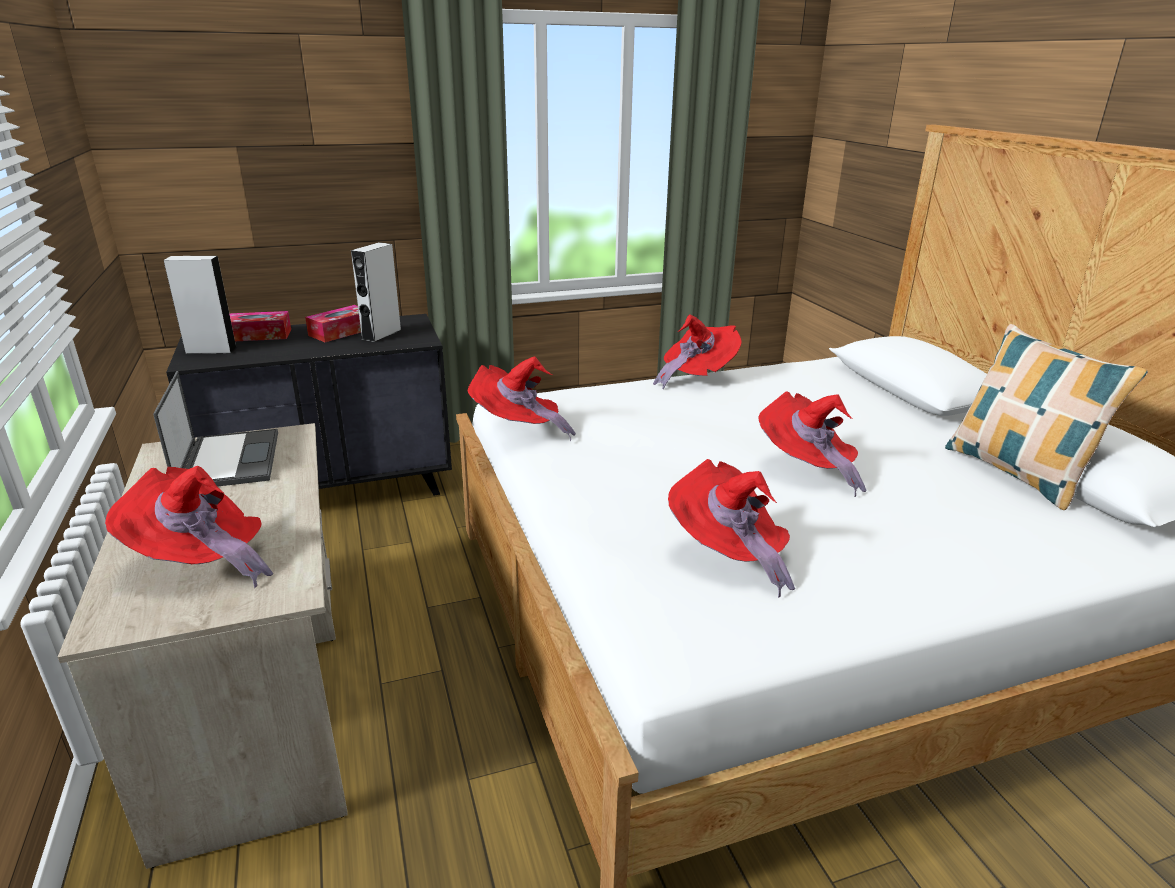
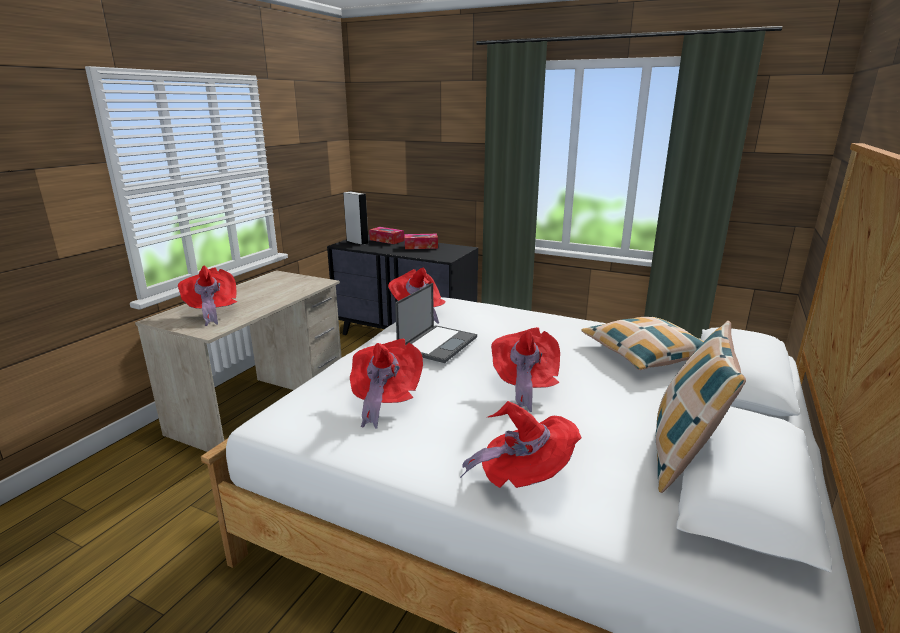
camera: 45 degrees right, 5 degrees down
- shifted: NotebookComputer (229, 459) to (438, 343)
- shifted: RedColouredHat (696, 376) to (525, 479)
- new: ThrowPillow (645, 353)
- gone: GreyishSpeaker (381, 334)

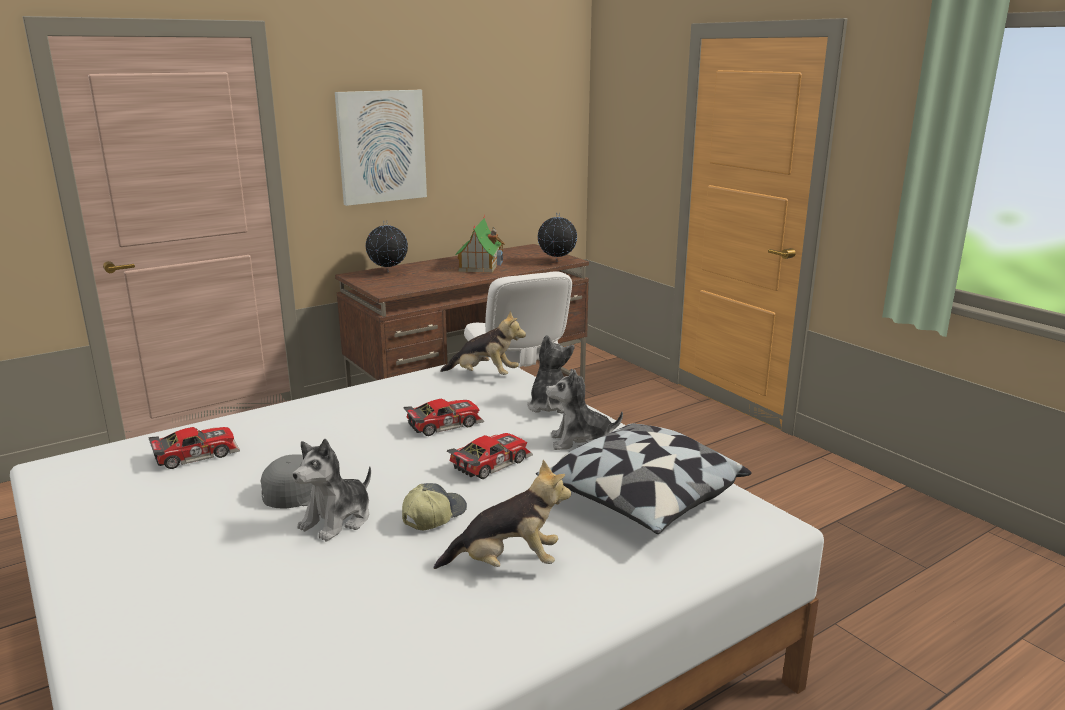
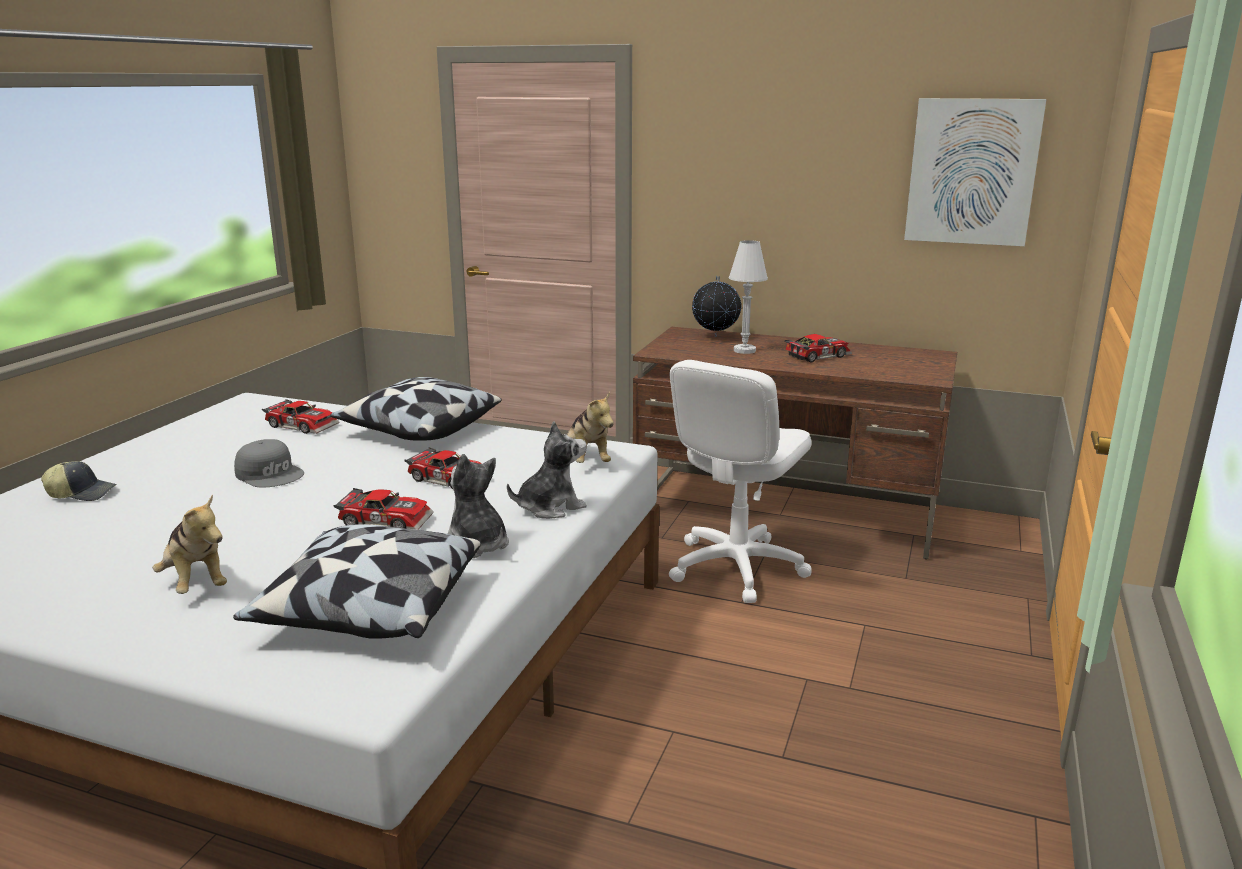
camera: 55 degrees right, 0 degrees up
- shifted: Cap (433, 516) to (82, 493)
- new: ThrowPillow (418, 430)
- new: WhitishLampForATable (744, 350)
- swapped: ModelHouse (480, 265) to MiniatureCar (816, 355)
- shifted: WallArt (381, 146) to (972, 172)
- gone: PlushToy (337, 520)
- gone: DeskGlobe (557, 262)

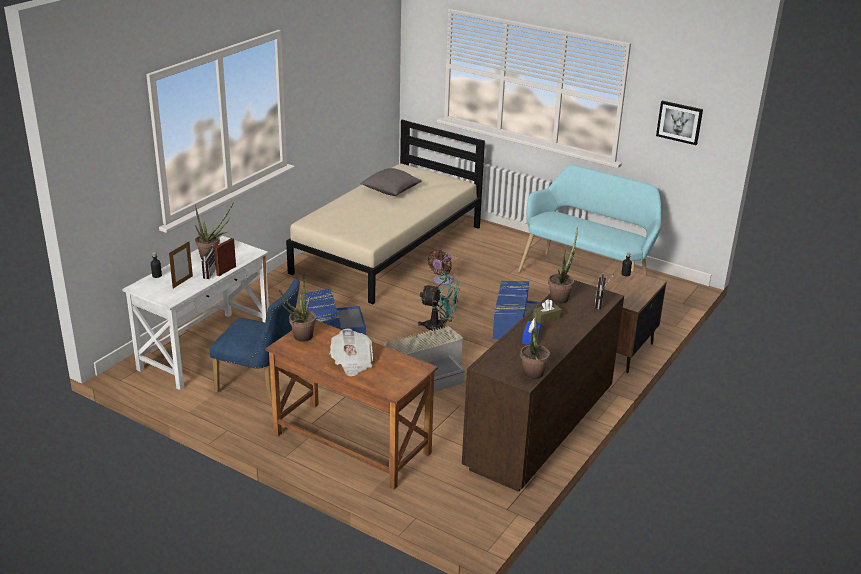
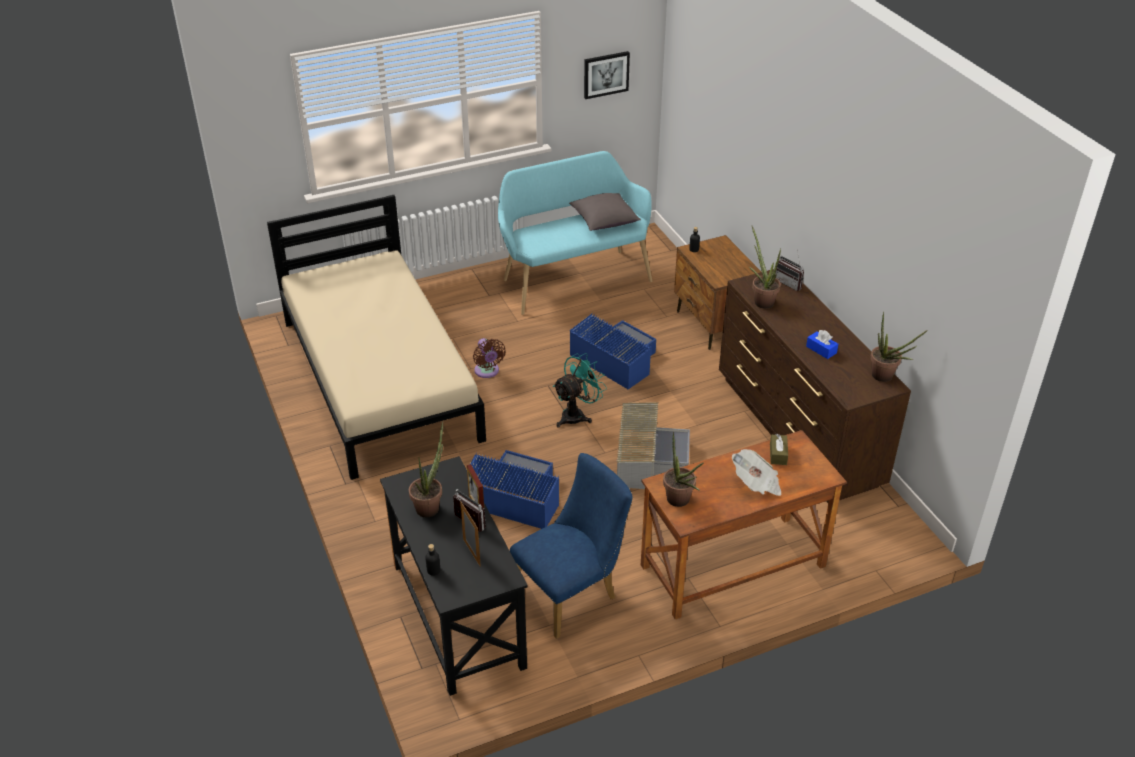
camera: 55 degrees left, 10 degrees up
- repainted: WhitishDesk (205, 349) to BlackDesk (457, 615)
- shifted: GreyishThrowPillow (390, 191) to (604, 221)
- shifted: BrownTissueHolder (546, 318) to (778, 454)

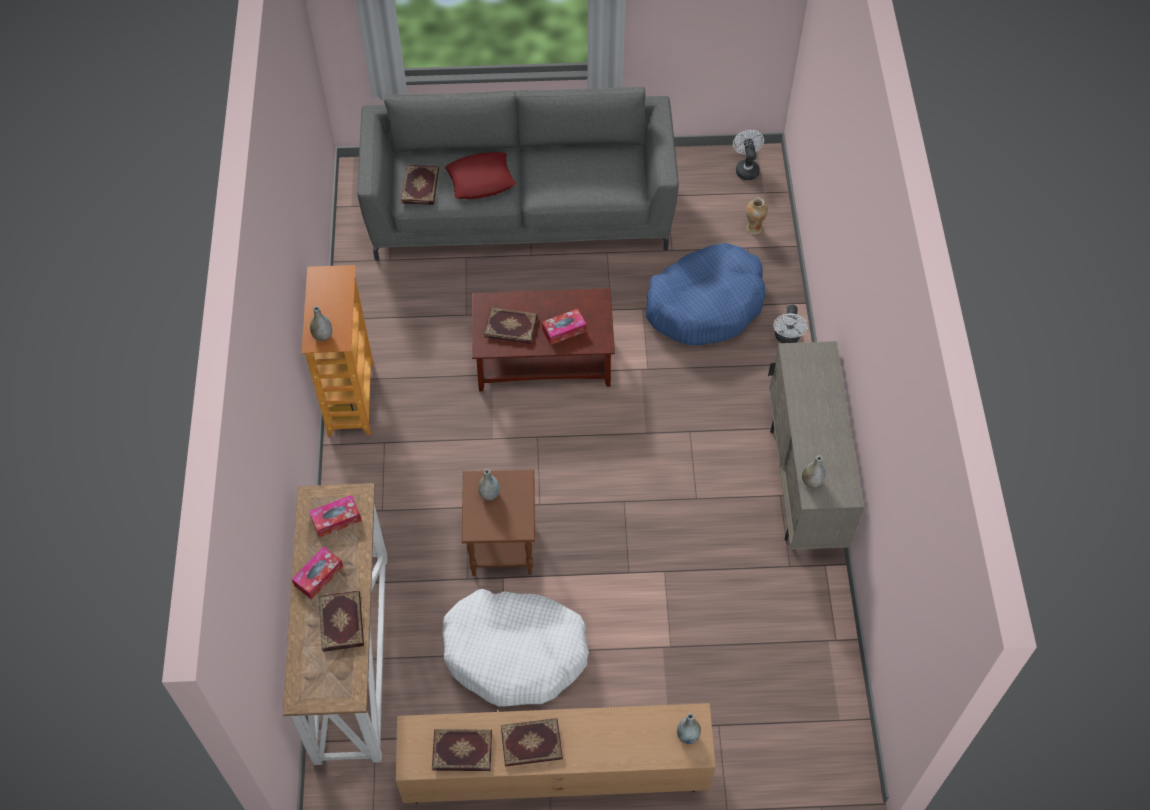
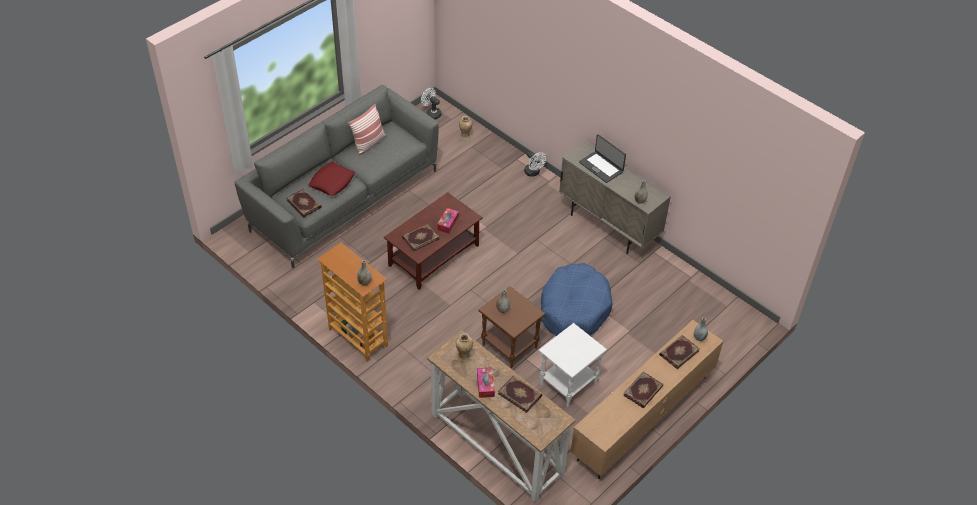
camera: 45 degrees left, 10 degrees down
- new: ThrowPillow (369, 143)
- swapped: TissueHolder (336, 519) to Vase (464, 357)
- swapped: WhitishDogBed (515, 653) to WhitishAccentTable (568, 384)
- shifted: BlueColouredDogBed (705, 304) to (574, 308)
- new: NotebookComputer (601, 167)
- shifted: Book (462, 749) to (678, 352)

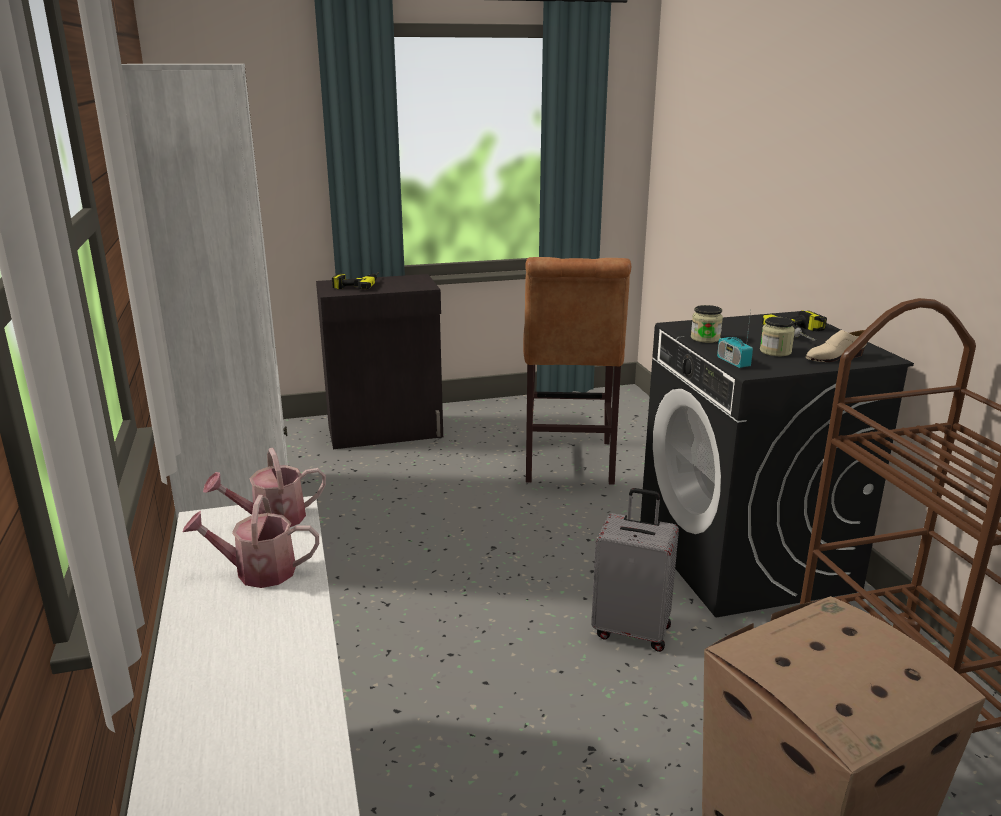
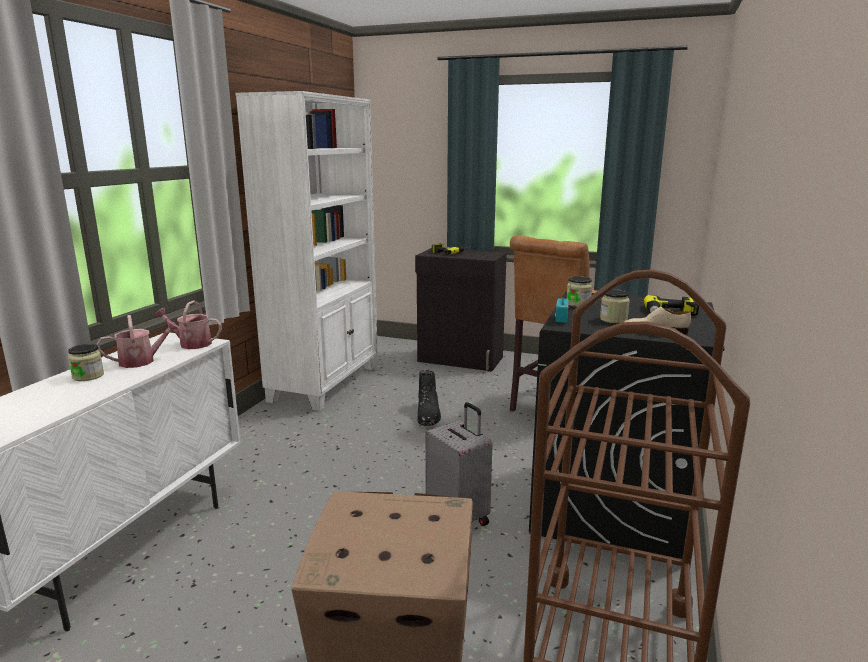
camera: 35 degrees right, 5 degrees down
- new: PreserveJar (88, 376)
- rotated: SprinklingCan (257, 571) = (142, 361) 120 degrees clockwise
- new: BlackTallBoot (429, 414)

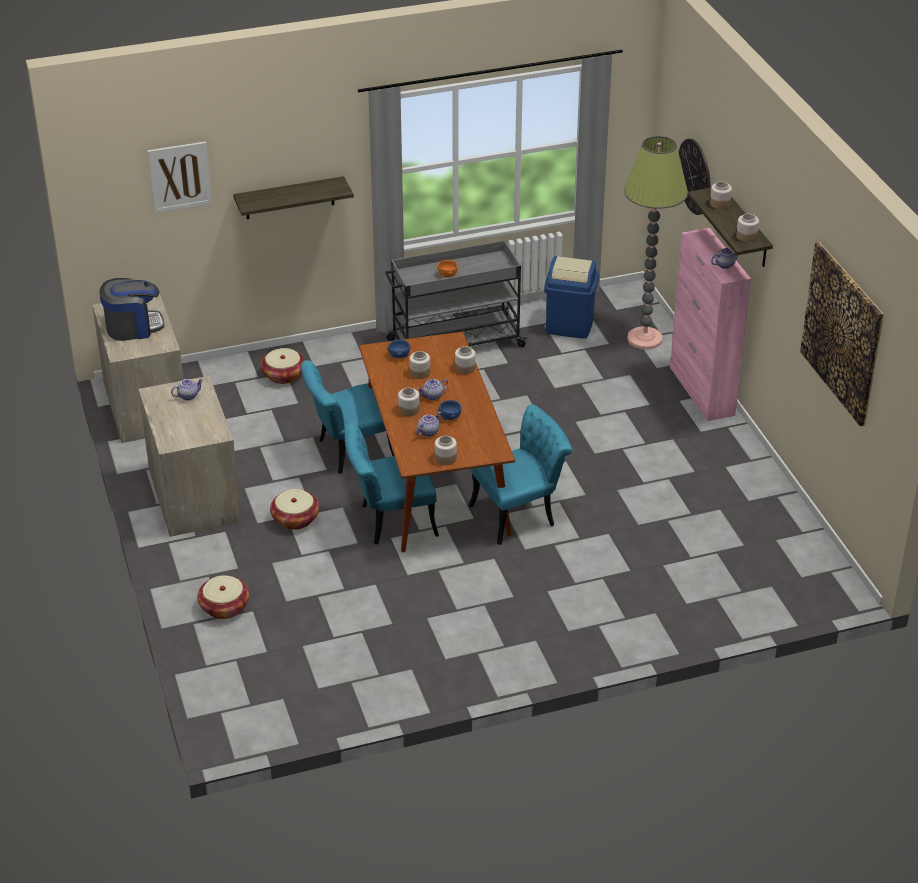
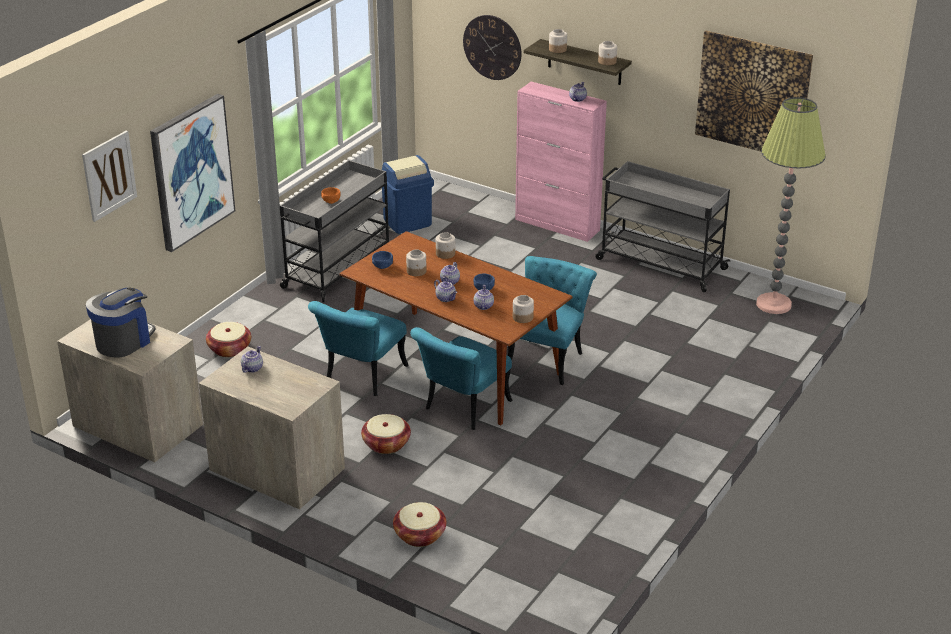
camera: 40 degrees left, 5 degrees down
- swapped: Shelf (289, 198) to WallArt (191, 171)
- swapped: PreserveJar (409, 410) to TeaPot (446, 298)
- new: GreyishCart (659, 264)
- shifted: FloorLamp (645, 339) to (773, 304)

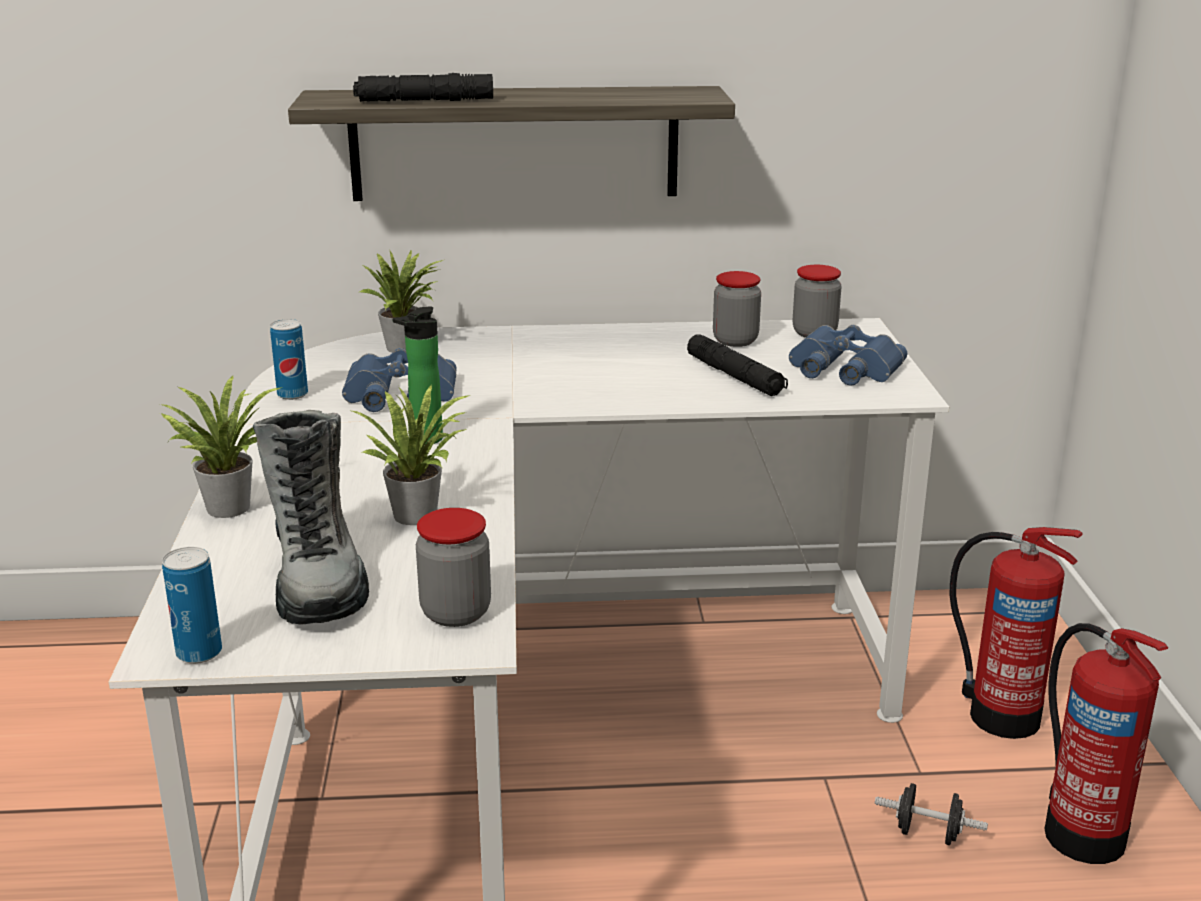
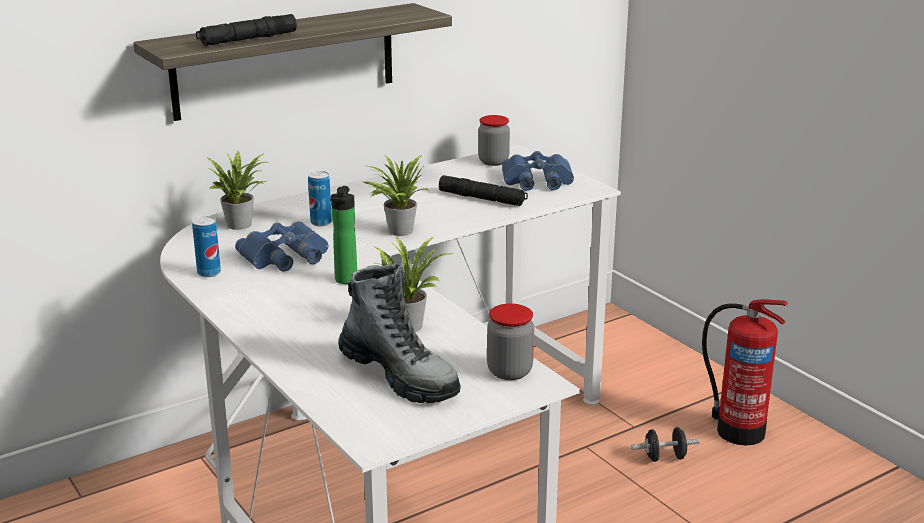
camera: 30 degrees left, 0 degrees up
- shifted: SealedCan (199, 653) to (321, 223)
- shifted: Houseplant (226, 506) to (397, 230)
- gone: PreserveJar (735, 341)
- gone: FireFightingCylinder (1000, 714)

